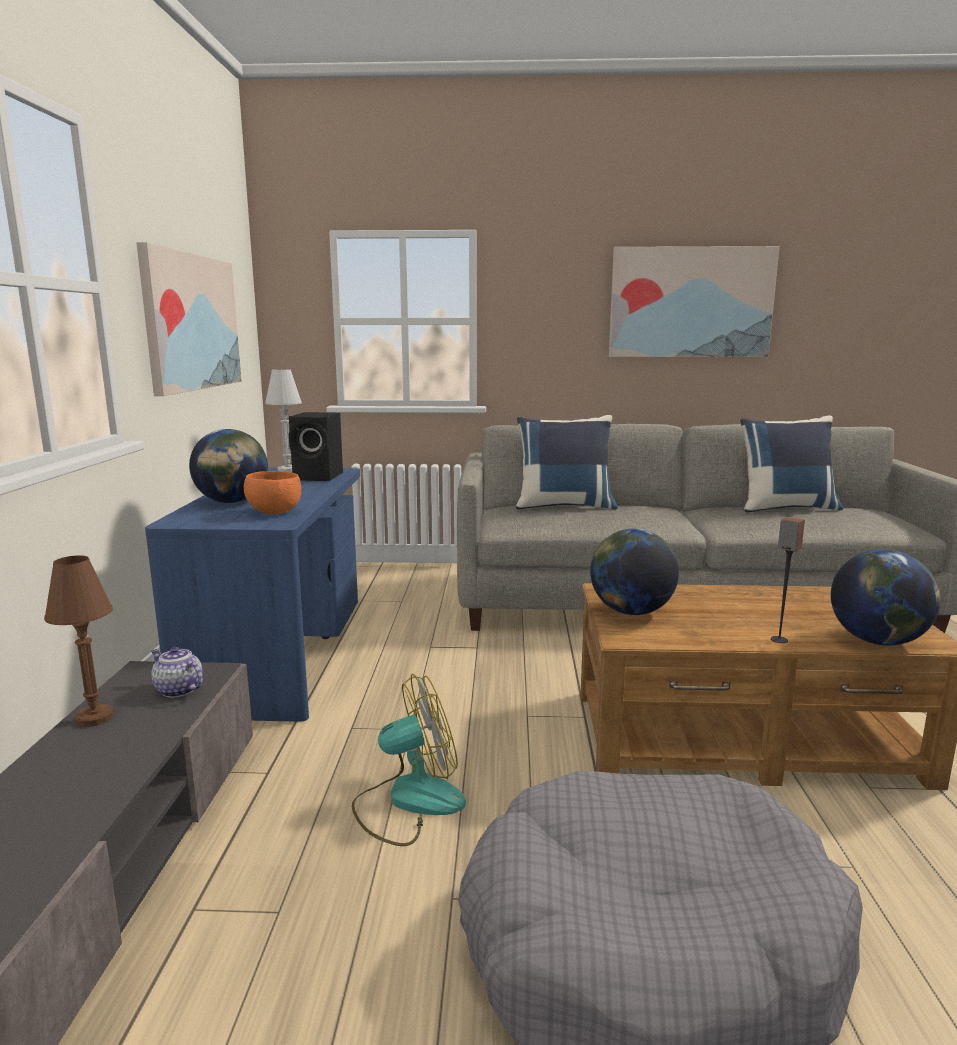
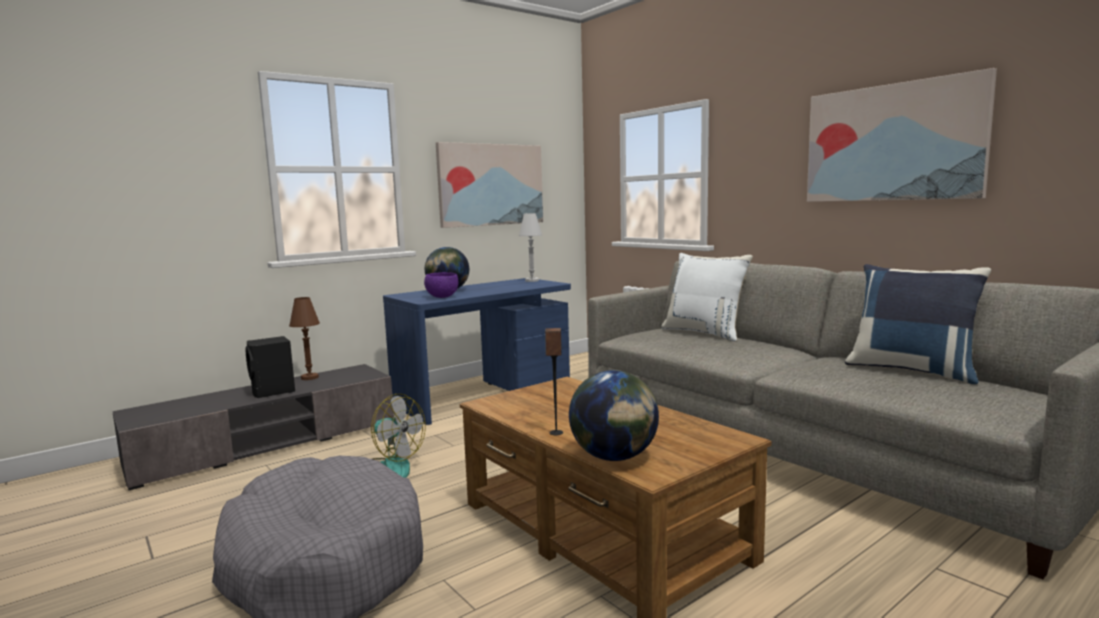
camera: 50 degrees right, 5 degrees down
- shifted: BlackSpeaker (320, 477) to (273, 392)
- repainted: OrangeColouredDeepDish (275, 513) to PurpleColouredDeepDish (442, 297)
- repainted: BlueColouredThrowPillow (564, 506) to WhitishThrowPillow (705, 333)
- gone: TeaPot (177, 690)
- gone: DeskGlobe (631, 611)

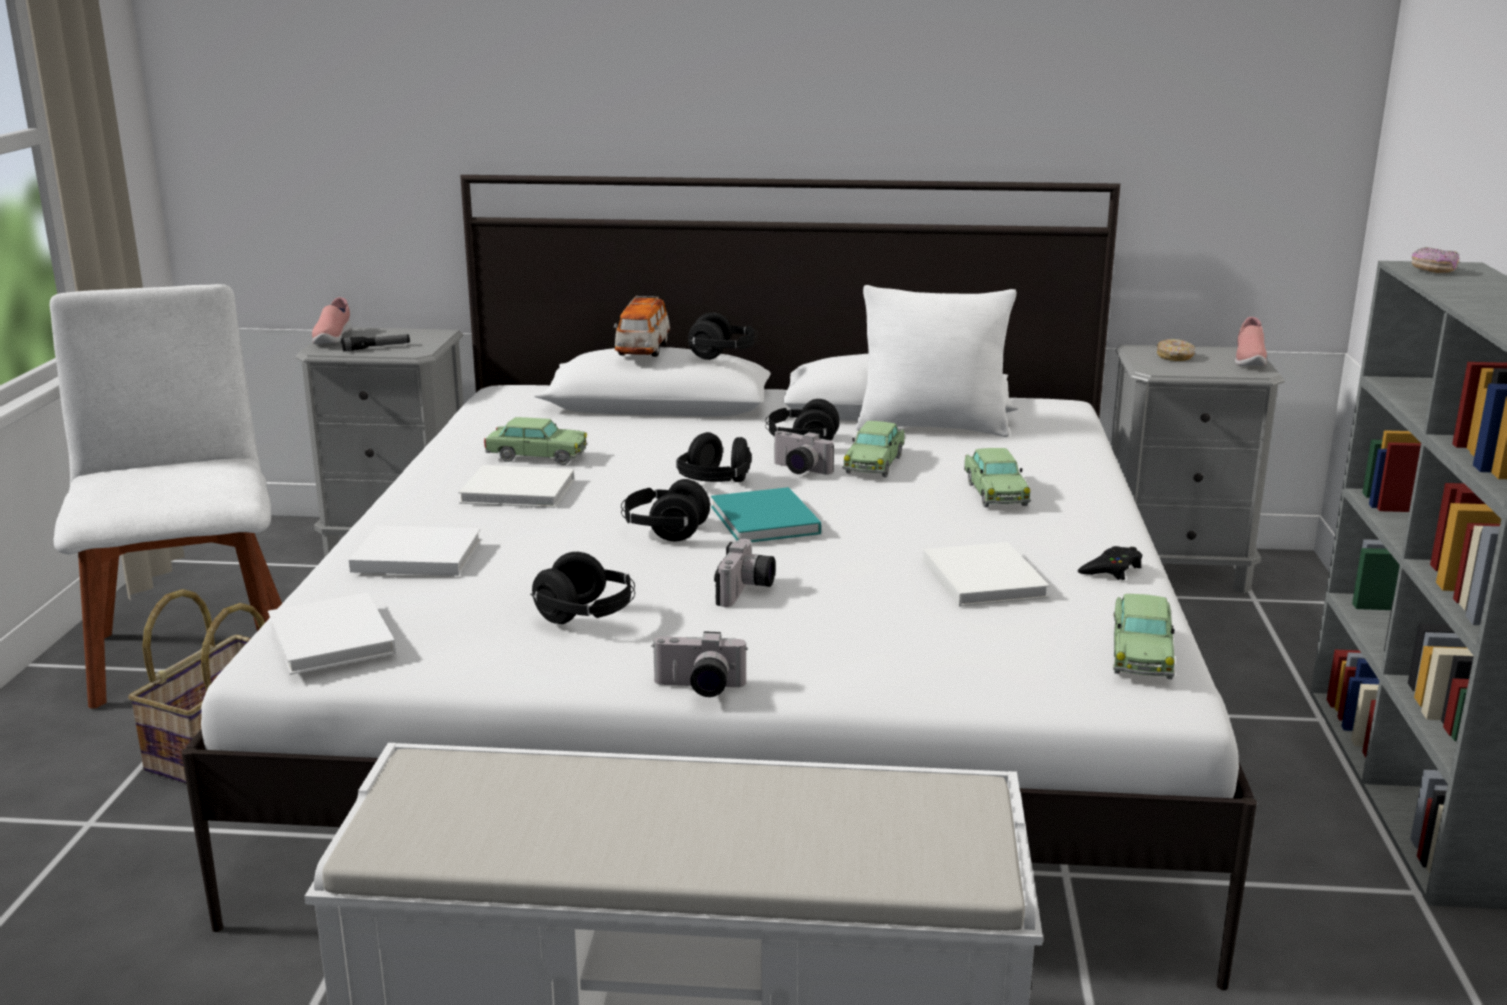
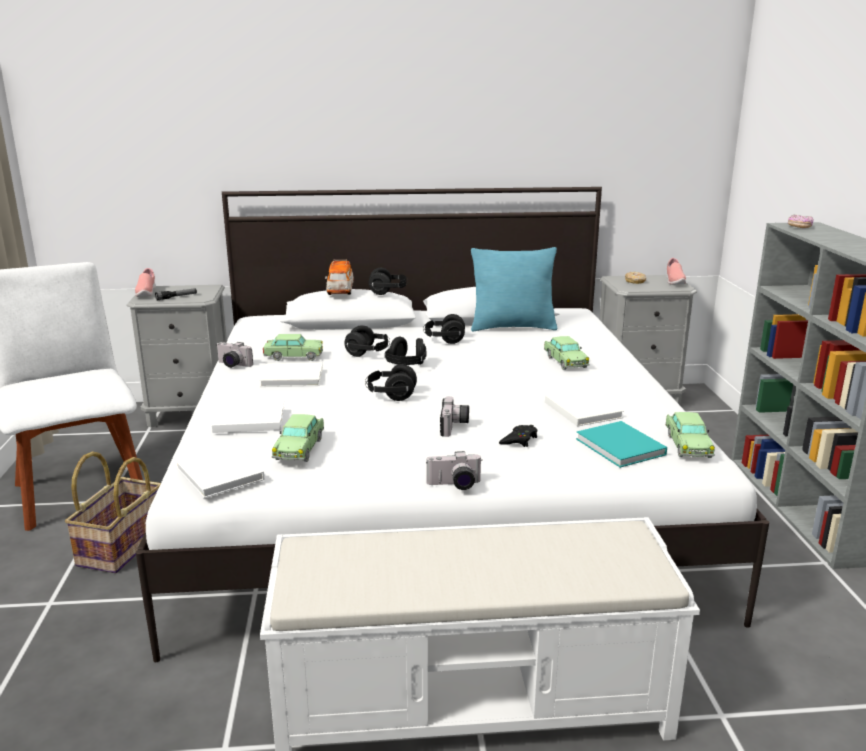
camera: 10 degrees left, 0 degrees up
- shifted: StillCamera (798, 470) to (232, 365)
- shifted: MiniatureCar (874, 464) to (299, 448)
- shifted: BlackPairOfHeadphones (586, 616) to (368, 353)
- repainted: WhitishThrowPillow (932, 427) to TurquoiseThrowPillow (512, 327)
- shifted: BlackGameController (1111, 570) to (519, 440)
- shifted: TurquoiseBook (765, 521) to (621, 448)

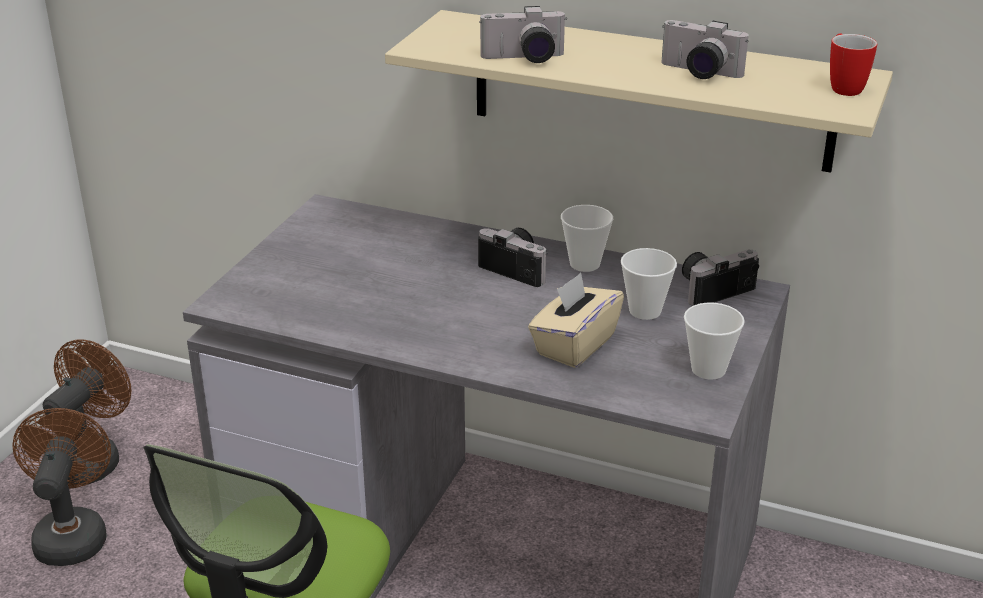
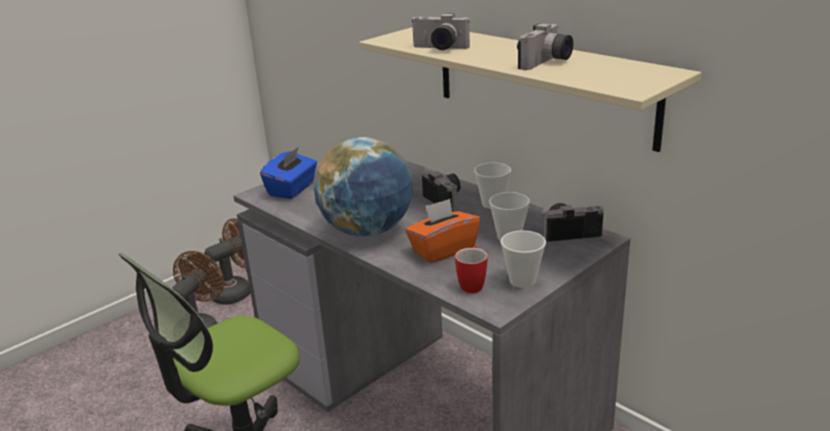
camera: 25 degrees right, 5 degrees down
- new: BlueColouredTissueHolder (292, 189)
- new: DeskGlobe (368, 231)
- repainted: SandColouredTissueHolder (574, 345) to OrangeColouredTissueHolder (443, 250)
- shifted: CoffeeMug (843, 87) to (472, 284)
- rotated: StillCamera (698, 73) = (547, 63) 105 degrees counterclockwise

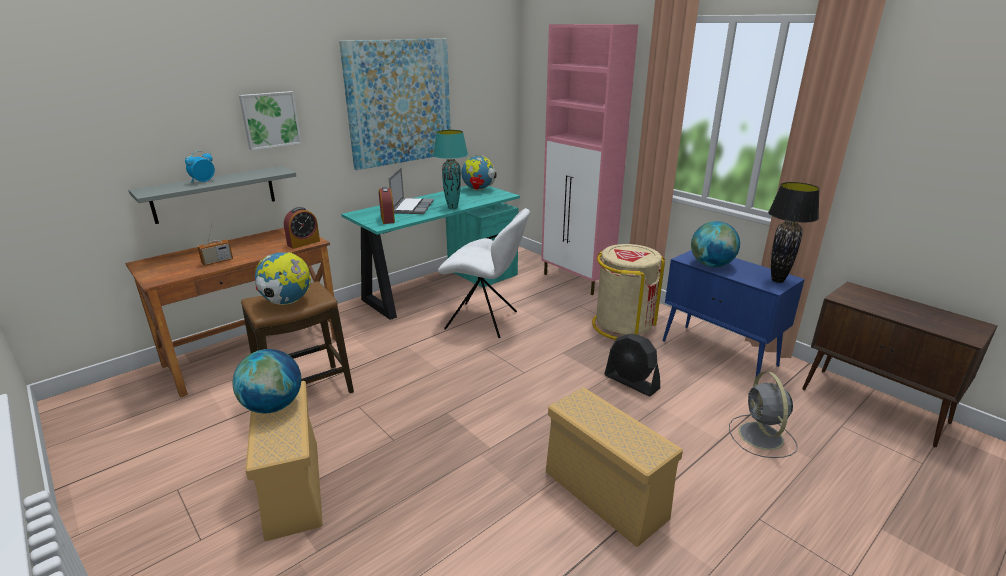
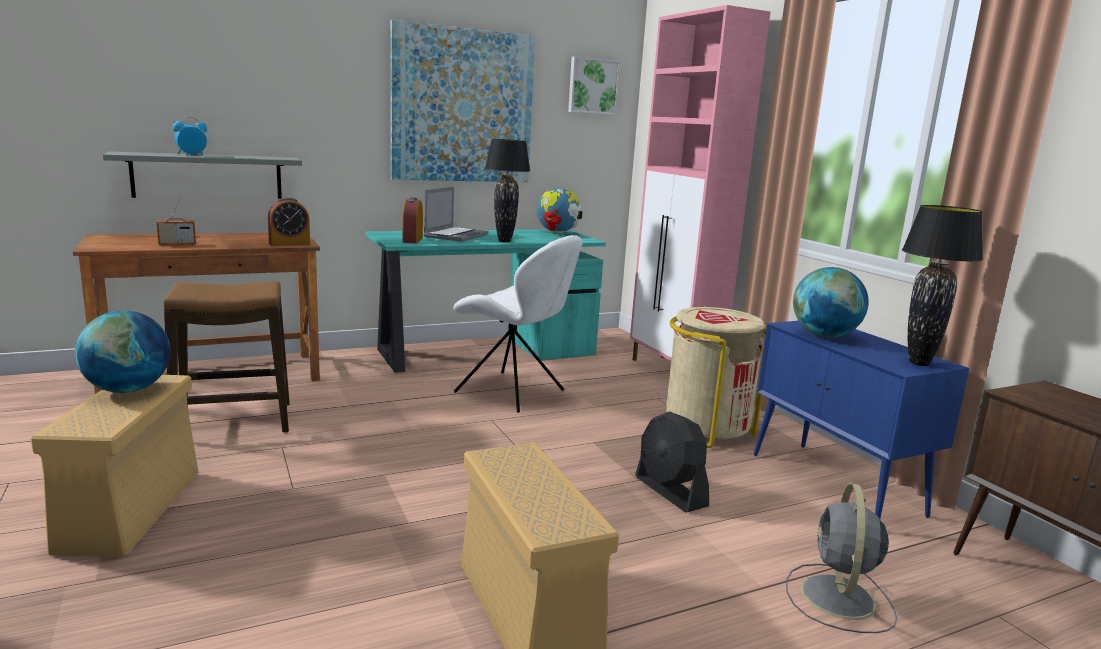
camera: 15 degrees right, 10 degrees down
- repainted: TurquoiseLampForATable (452, 208) to BlackLampForATable (504, 241)
- shifted: WallArt (270, 120) to (592, 86)
- gone: DeskGlobe (287, 302)

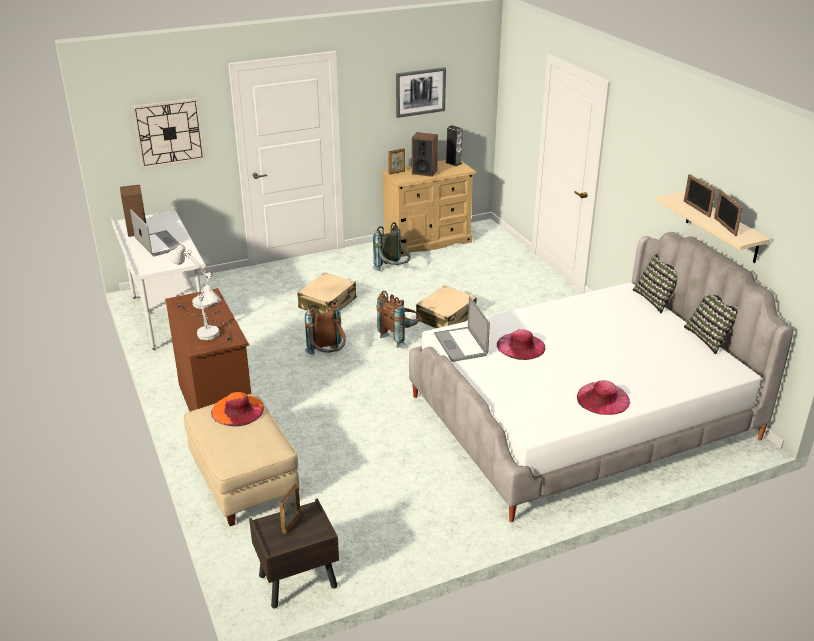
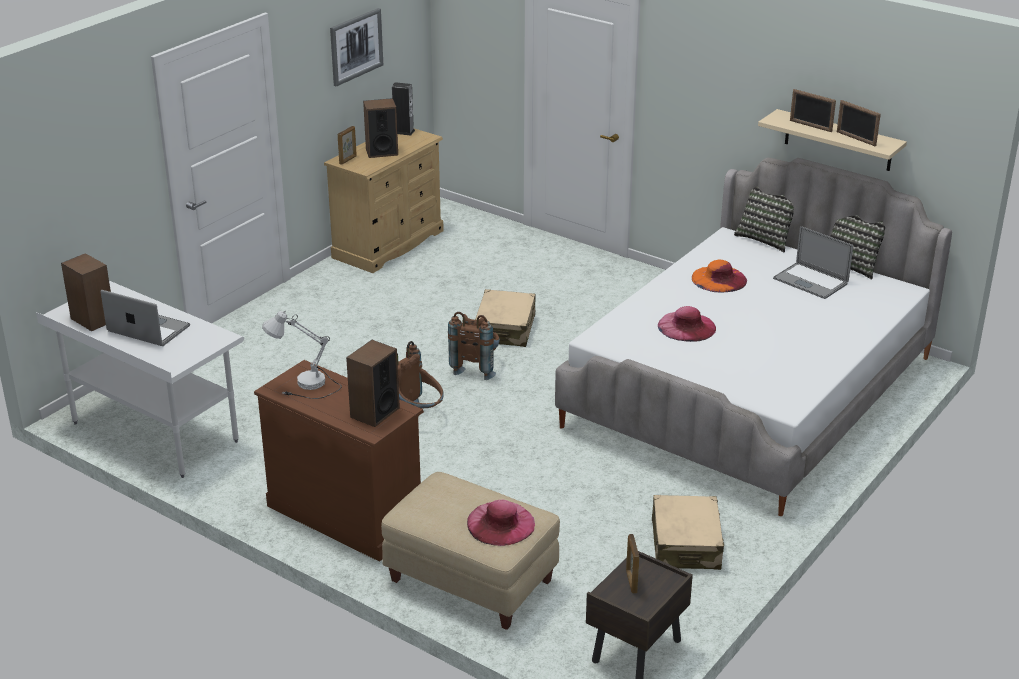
camera: 30 degrees left, 0 degrees up
- swapped: WhitishLampForATable (216, 335) to Speaker (374, 412)
- shifted: PinkishHat (603, 398) to (500, 523)
- shifted: SandColouredTravelCase (328, 303) to (685, 544)
- shifted: OrangeColouredHat (237, 410) to (719, 279)
- shifted: NotebookComputer (460, 344) to (810, 281)
- gone: ClockOnTheWall (169, 133)
- gone: GreyishBackpack (393, 271)

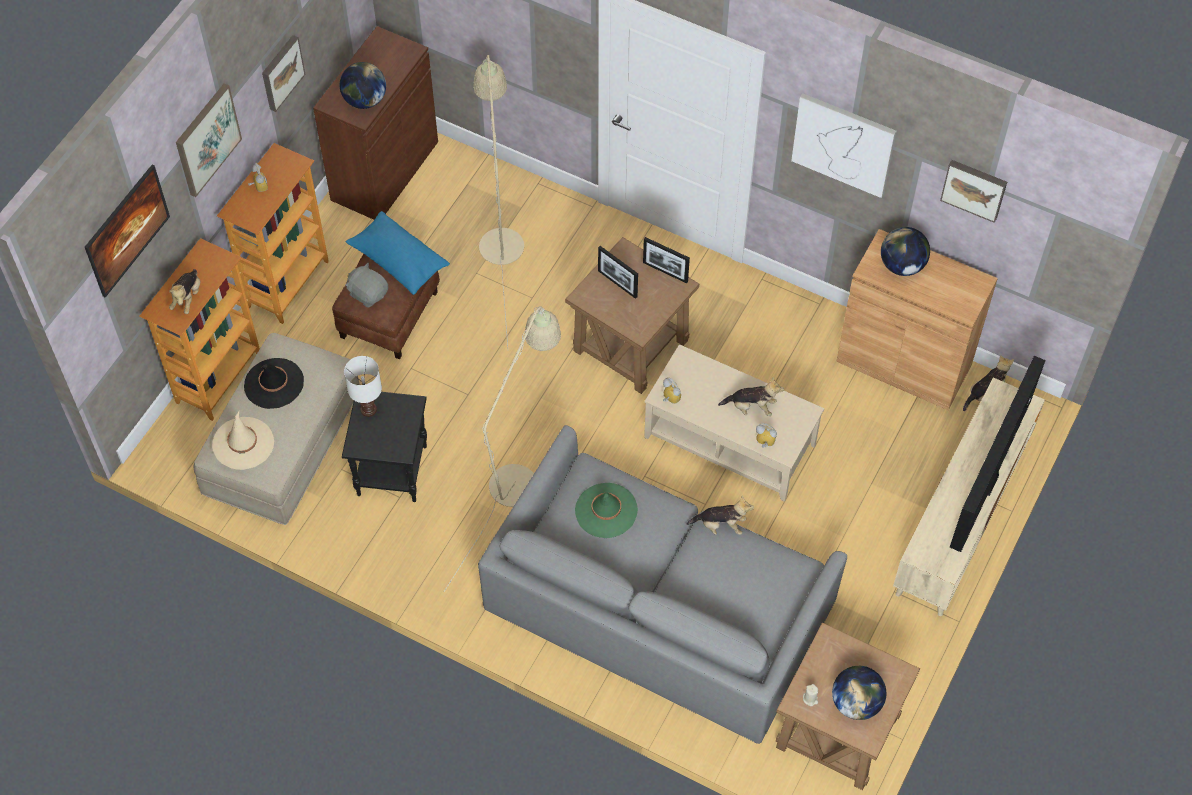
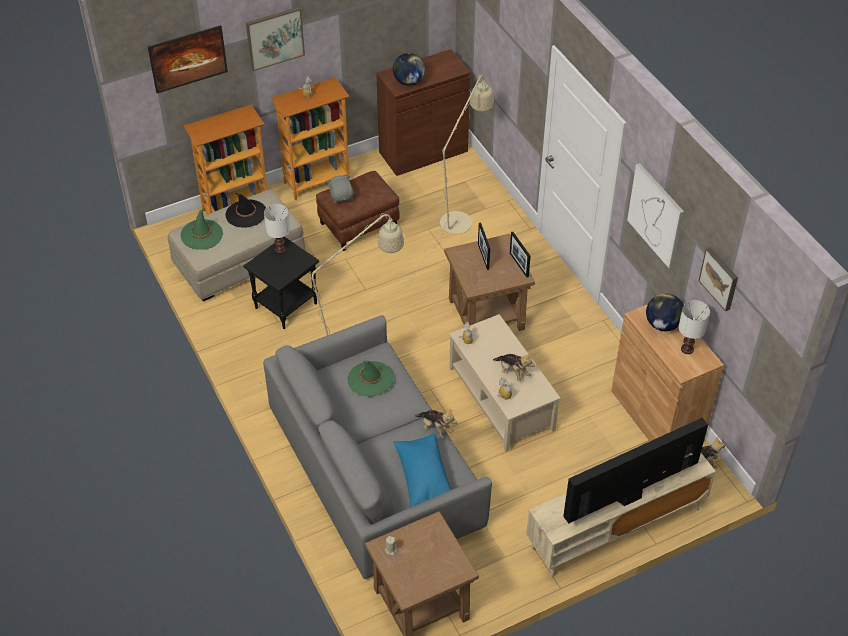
camera: 35 degrees right, 10 degrees down
- repainted: SandColouredHat (243, 443) to GreenHat (202, 235)
- shifted: BlueColouredThrowPillow (398, 261) to (423, 477)
- new: WhitishLampForATable (687, 349)
- gone: PlushToy (187, 298)
- gone: WallArt (281, 72)
- gone: DeskGlobe (856, 703)

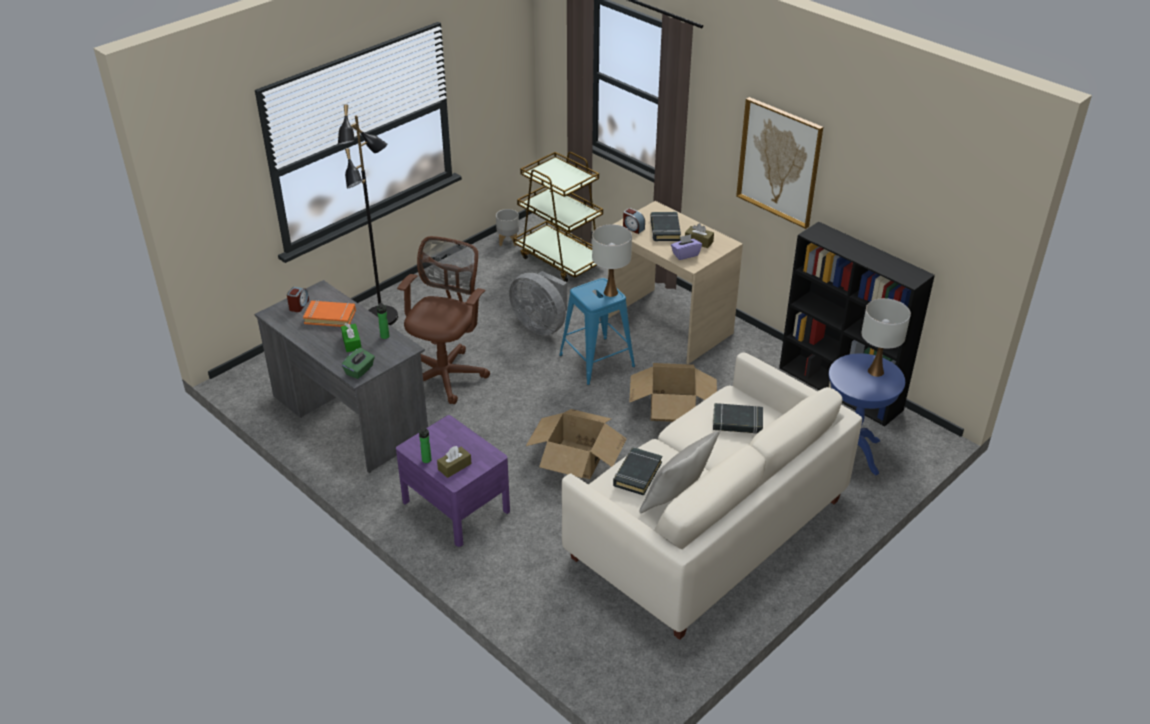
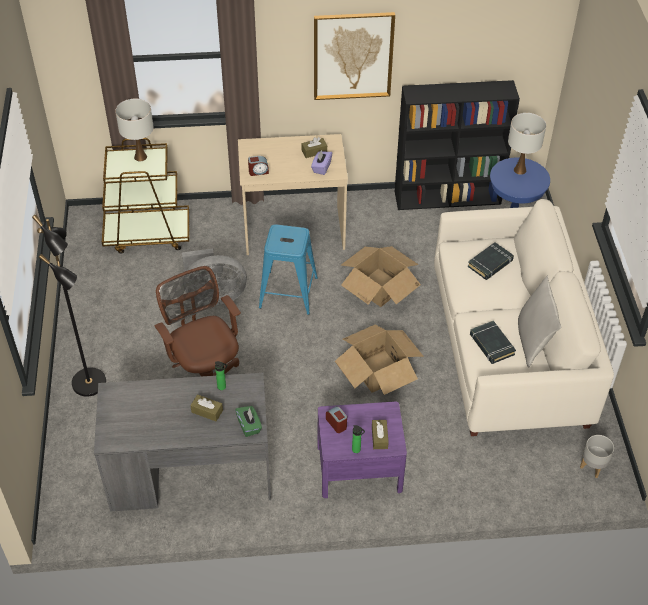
camera: 50 degrees left, 10 degrees up
- shifted: WhitishLampForATable (610, 292) to (140, 157)
- repainted: GreenTissueHolder (351, 342) to BrownTissueHolder (207, 411)
- shifted: TableClock (299, 305) to (336, 423)
- shifted: GreyishFlowerPot (508, 241) to (593, 467)
- gone: OrangeColouredBook (330, 317)
- gone: BlackBook (664, 229)

